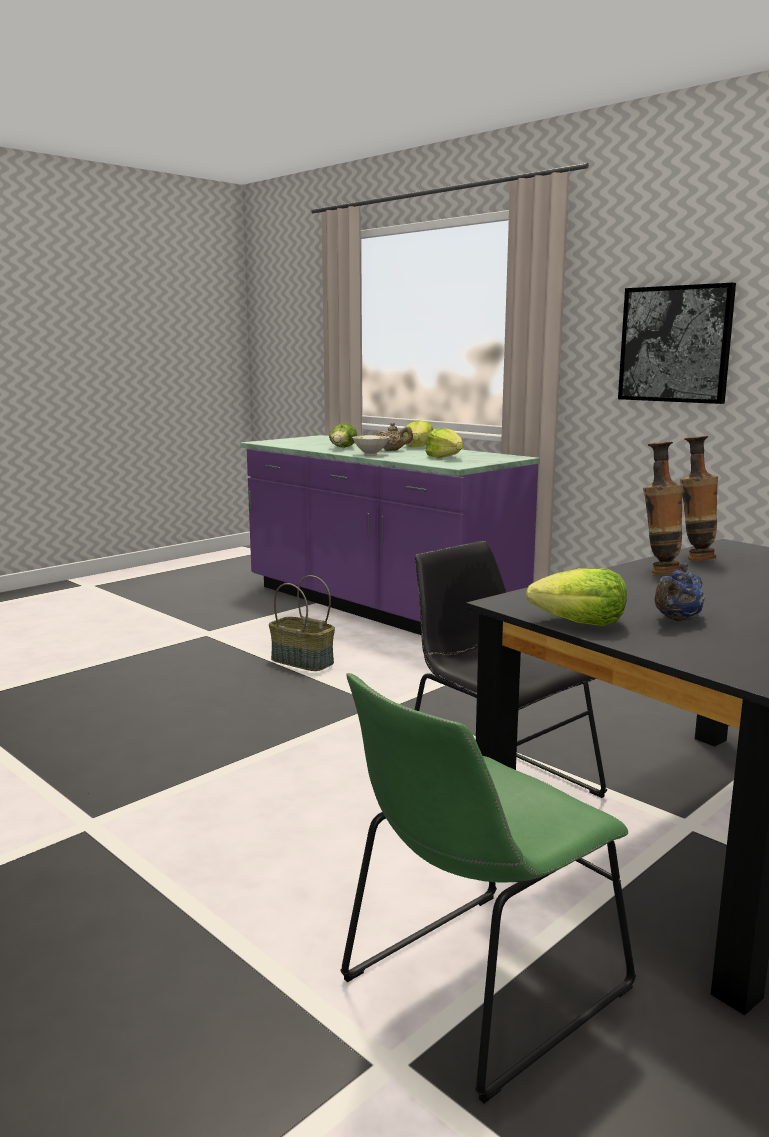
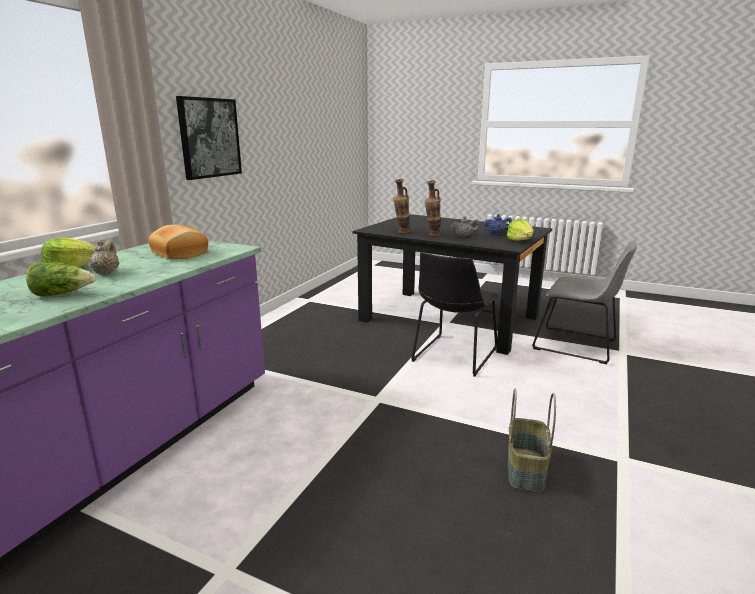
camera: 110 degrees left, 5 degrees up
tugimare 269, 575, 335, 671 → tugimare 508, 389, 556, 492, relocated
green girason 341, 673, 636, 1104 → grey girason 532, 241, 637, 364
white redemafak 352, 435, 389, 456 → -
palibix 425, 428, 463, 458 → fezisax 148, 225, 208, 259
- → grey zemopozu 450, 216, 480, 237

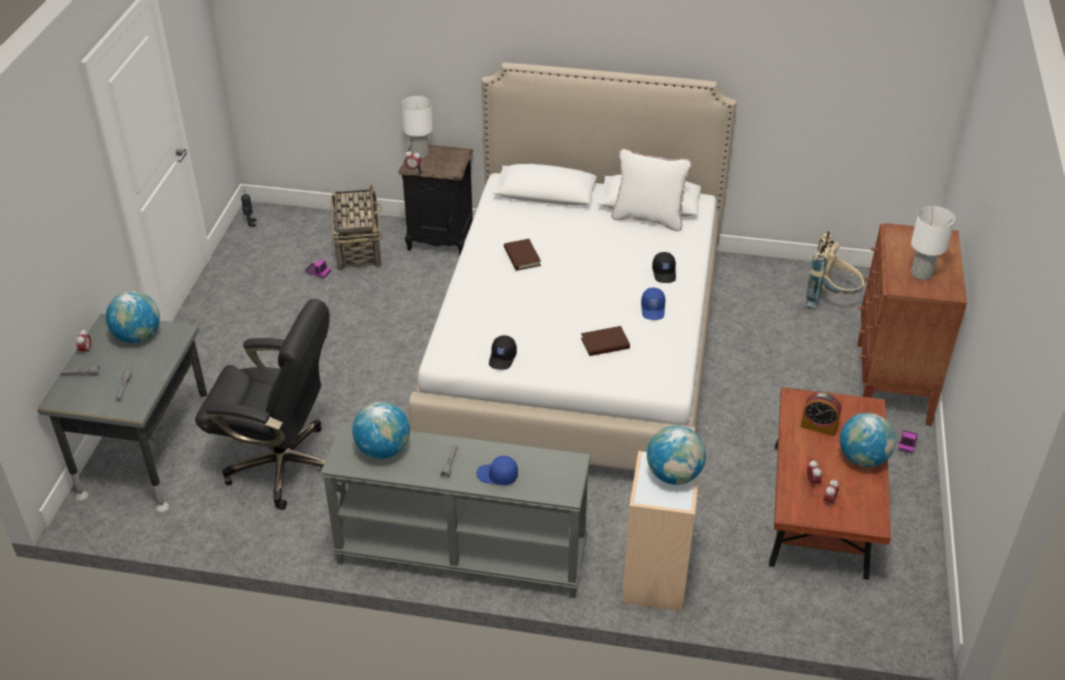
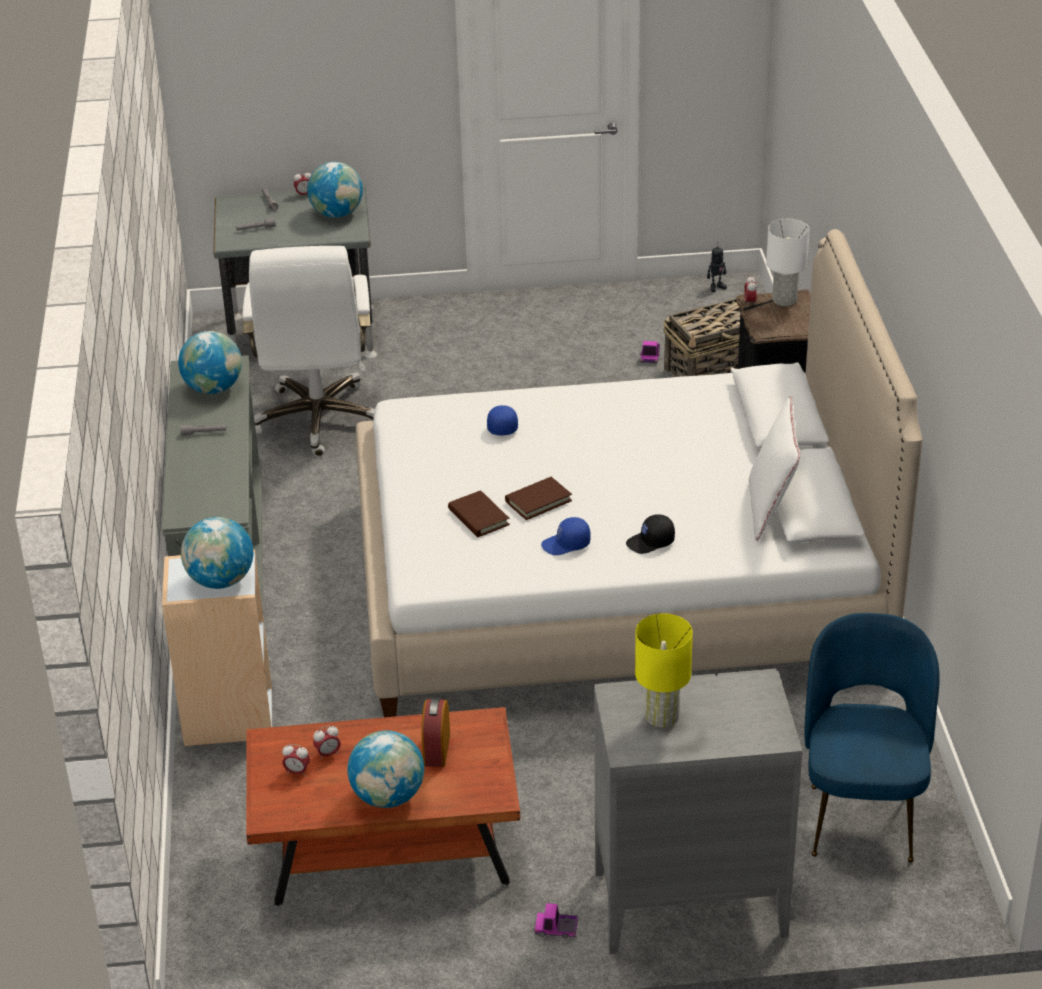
camera: 75 degrees right, 5 degrees down
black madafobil 195, 299, 330, 510 → white madafobil 242, 246, 375, 456
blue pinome 476, 456, 518, 485 → blue pinome 487, 405, 518, 435, relocated
black pinome 489, 335, 517, 370 → -
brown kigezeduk 504, 239, 541, 271 → brown kigezeduk 505, 477, 572, 520, relocated
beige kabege 804, 231, 865, 307 → blue girason 804, 613, 940, 863
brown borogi 857, 223, 967, 426 → grey borogi 594, 668, 802, 954
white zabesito 911, 206, 955, 280 → yellow zabesito 635, 613, 693, 728

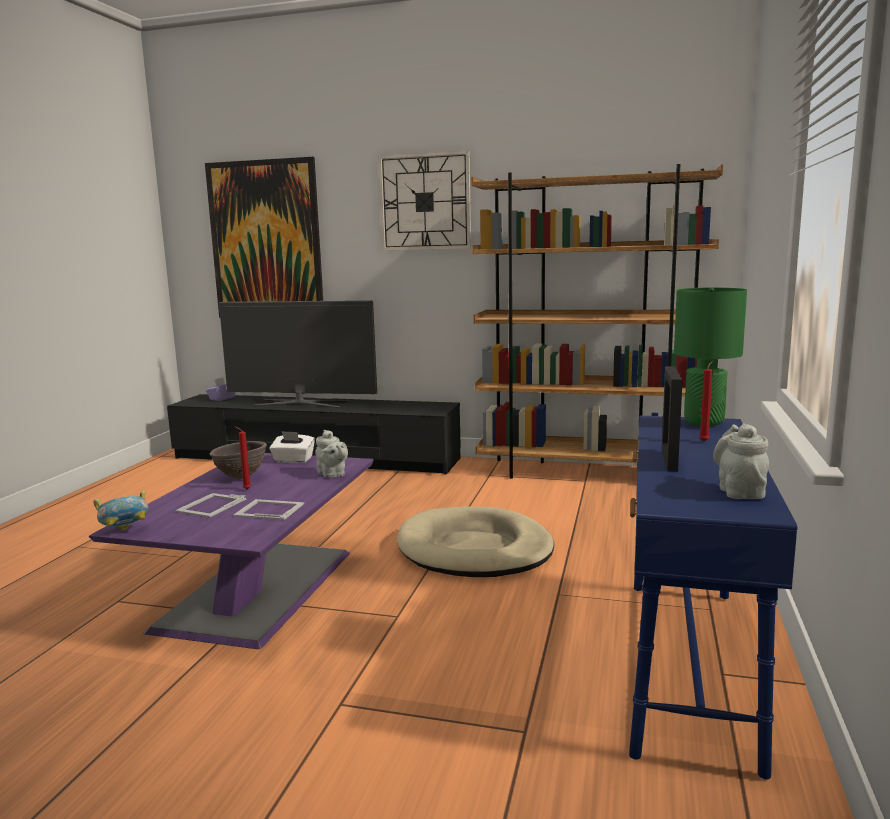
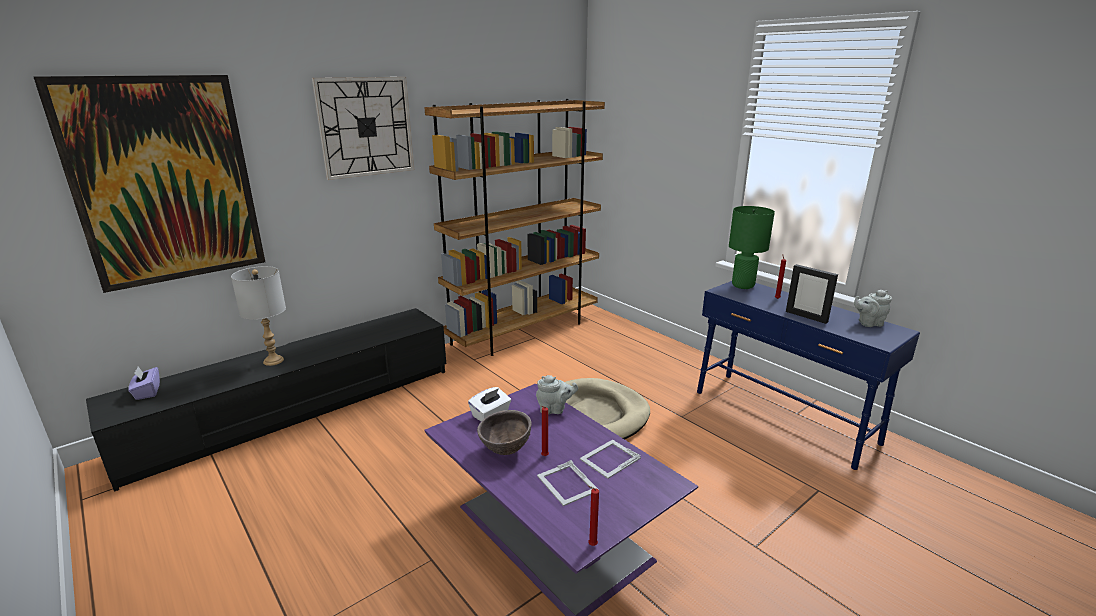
camera: 55 degrees left, 10 degrees up
redemafak 93, 491, 148, 531 → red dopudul 588, 485, 599, 546
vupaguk 219, 300, 377, 408 → grey zabesito 231, 266, 286, 366
grey zemopozu 713, 423, 769, 499 → grey zemopozu 854, 290, 892, 327, 45 degrees counterclockwise

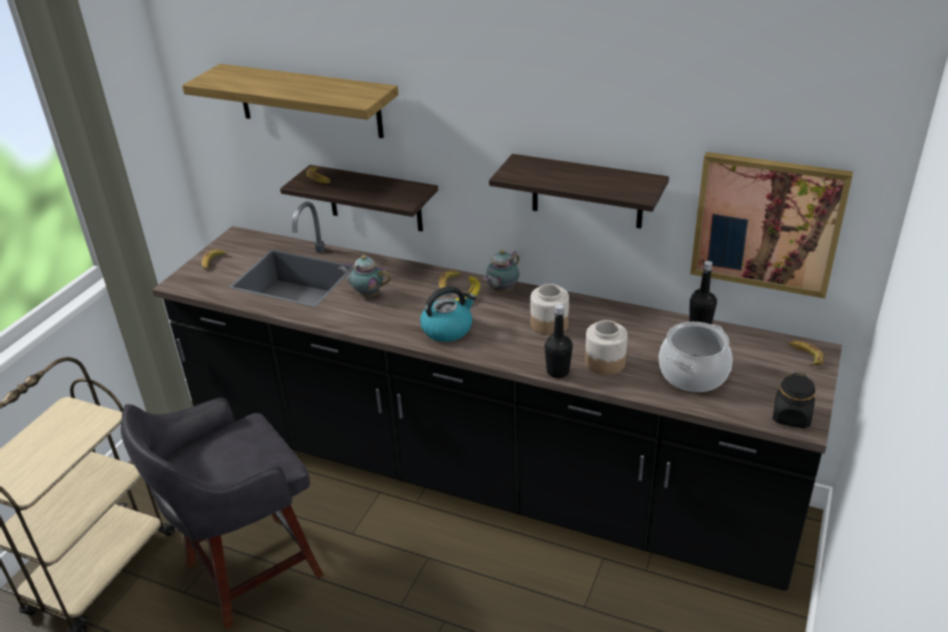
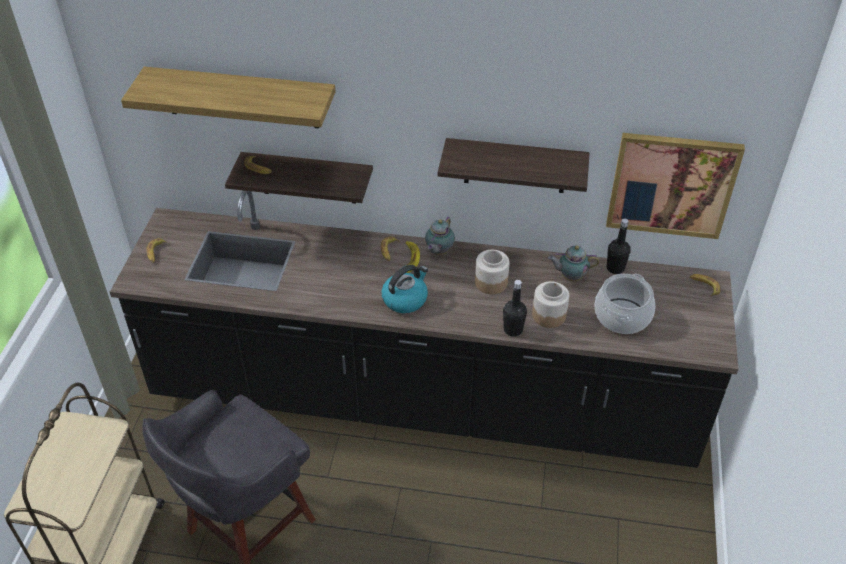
camera: 15 degrees left, 10 degrees up
zemopozu 339, 255, 391, 297 → zemopozu 548, 246, 600, 281, relocated
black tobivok 772, 373, 815, 428 → -

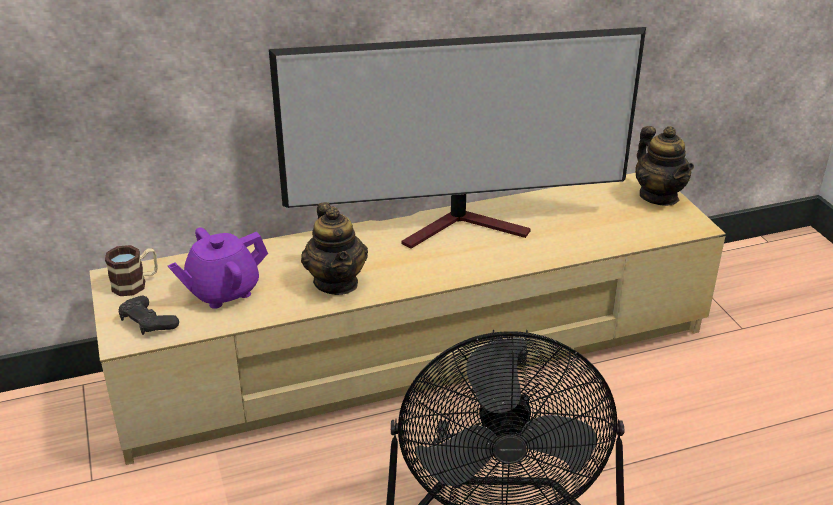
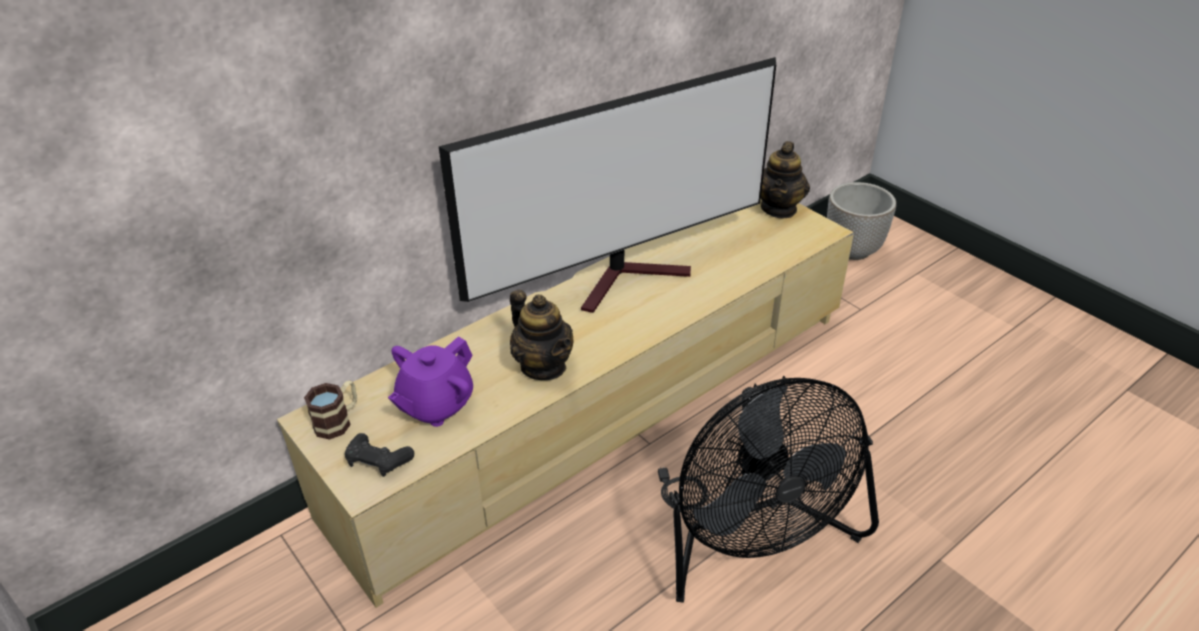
camera: 20 degrees left, 5 degrees up
zemopozu 635, 126, 694, 206 → zemopozu 761, 141, 810, 218, 60 degrees clockwise
- → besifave 827, 182, 896, 260

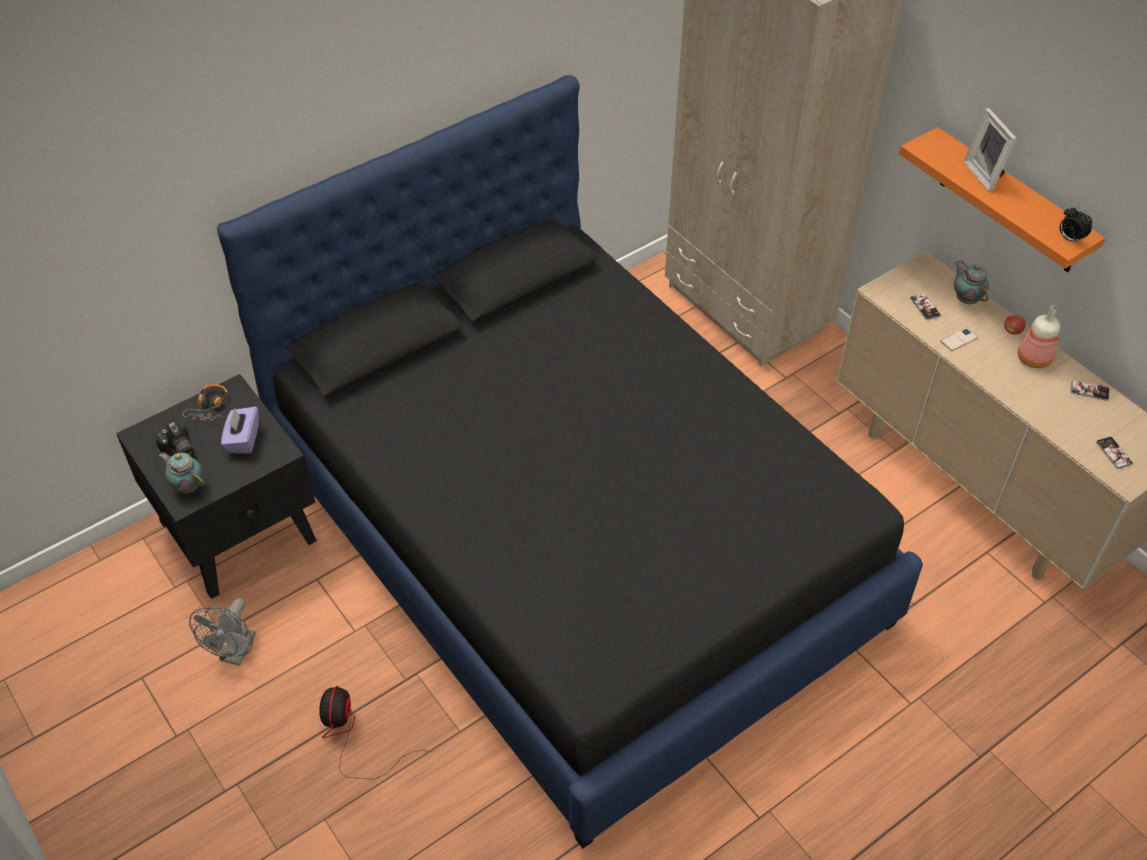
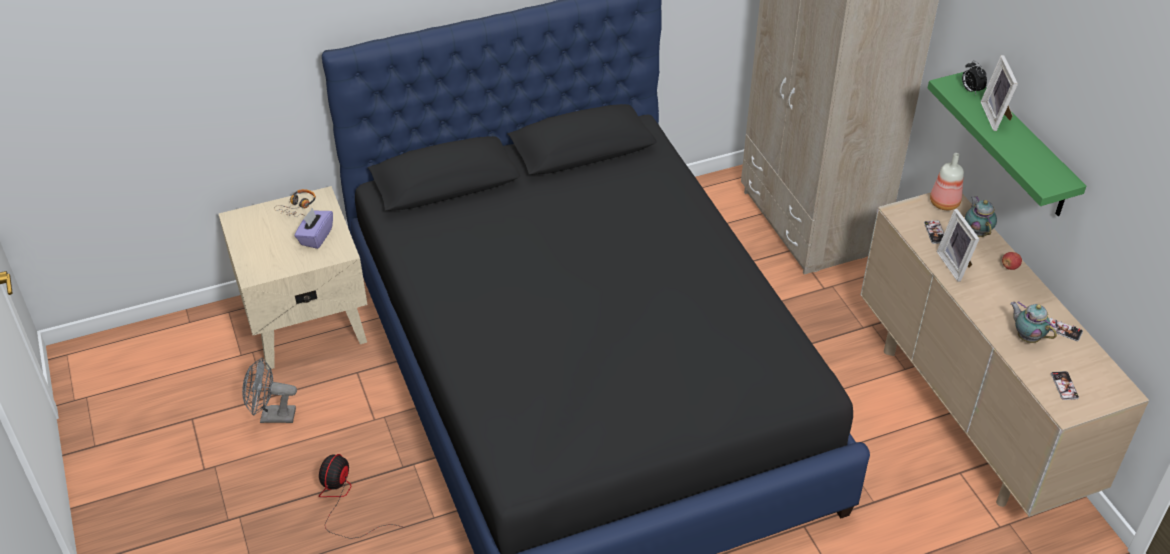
camera: 15 degrees right, 5 degrees down
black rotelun 116, 374, 317, 599 → beige rotelun 219, 186, 368, 370
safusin 155, 421, 194, 457 → -
zemopozu 159, 453, 204, 493 → zemopozu 1010, 301, 1057, 343, relocated
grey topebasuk 189, 598, 256, 665 → grey topebasuk 242, 358, 297, 423, 60 degrees clockwise
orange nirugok 899, 127, 1105, 272 → green nirugok 928, 72, 1086, 216
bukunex 941, 327, 978, 351 → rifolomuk 937, 209, 979, 282
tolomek 1018, 305, 1060, 368 → tolomek 930, 153, 964, 210, relocated
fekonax 1059, 206, 1092, 245 → fekonax 962, 60, 987, 94, relocated

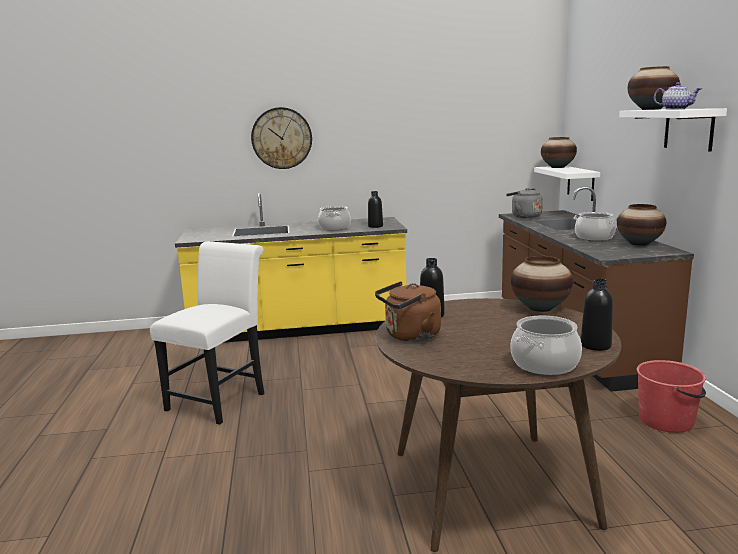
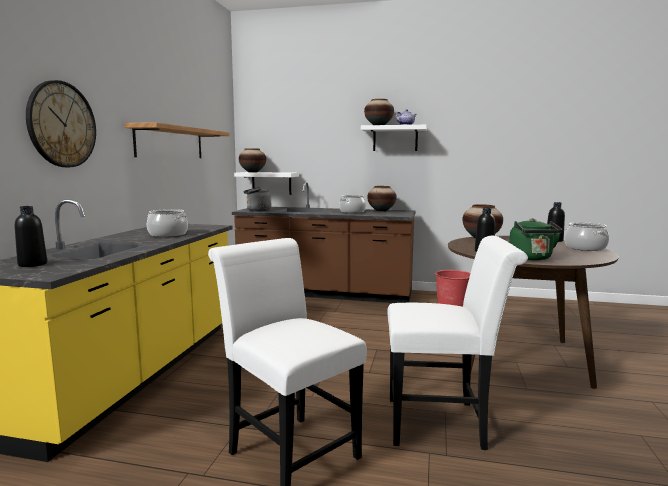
camera: 70 degrees left, 5 degrees down
black tolomek 368, 191, 383, 228 → black tolomek 15, 206, 47, 267, relocated
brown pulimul 375, 281, 441, 342 → green pulimul 509, 218, 562, 260
- → nirugok 124, 122, 230, 158
- → white girason 387, 236, 528, 450

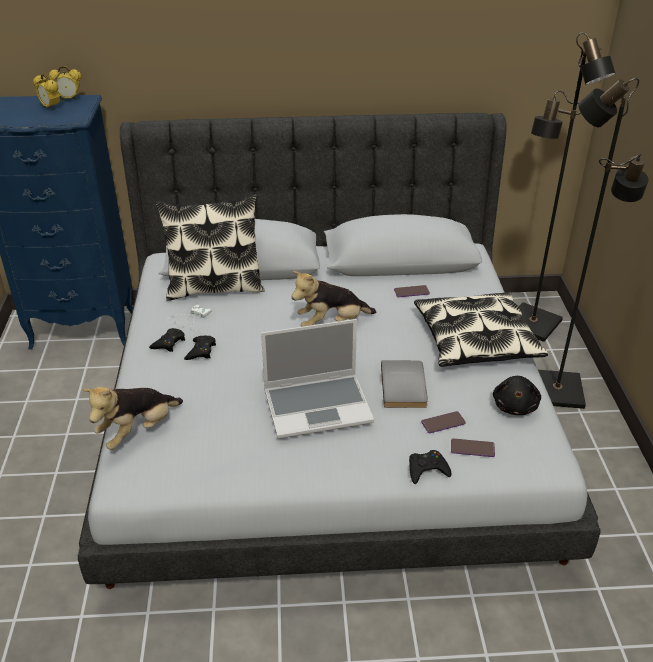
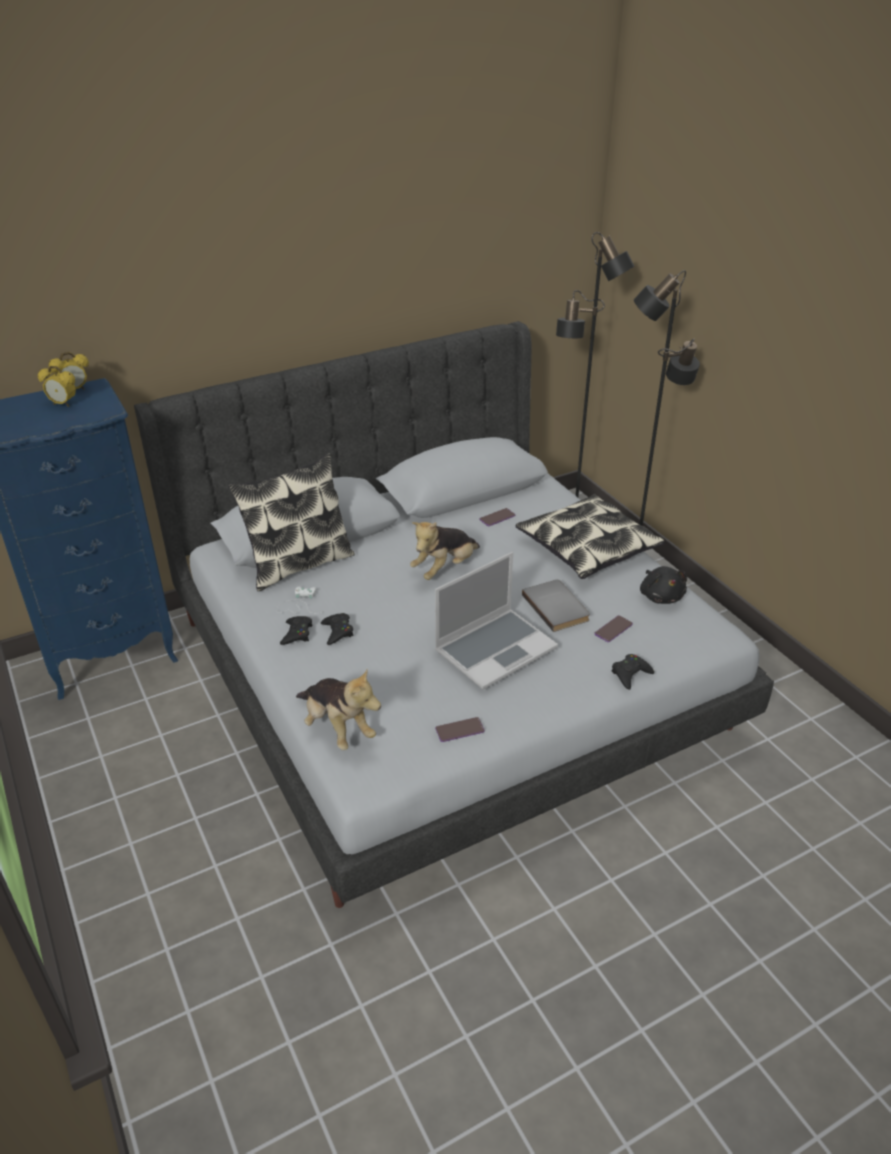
camera: 25 degrees left, 0 degrees up
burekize 82, 387, 183, 450 → burekize 296, 669, 381, 750, 60 degrees counterclockwise
bukunex 451, 439, 495, 457 → bukunex 435, 717, 485, 742, relocated

